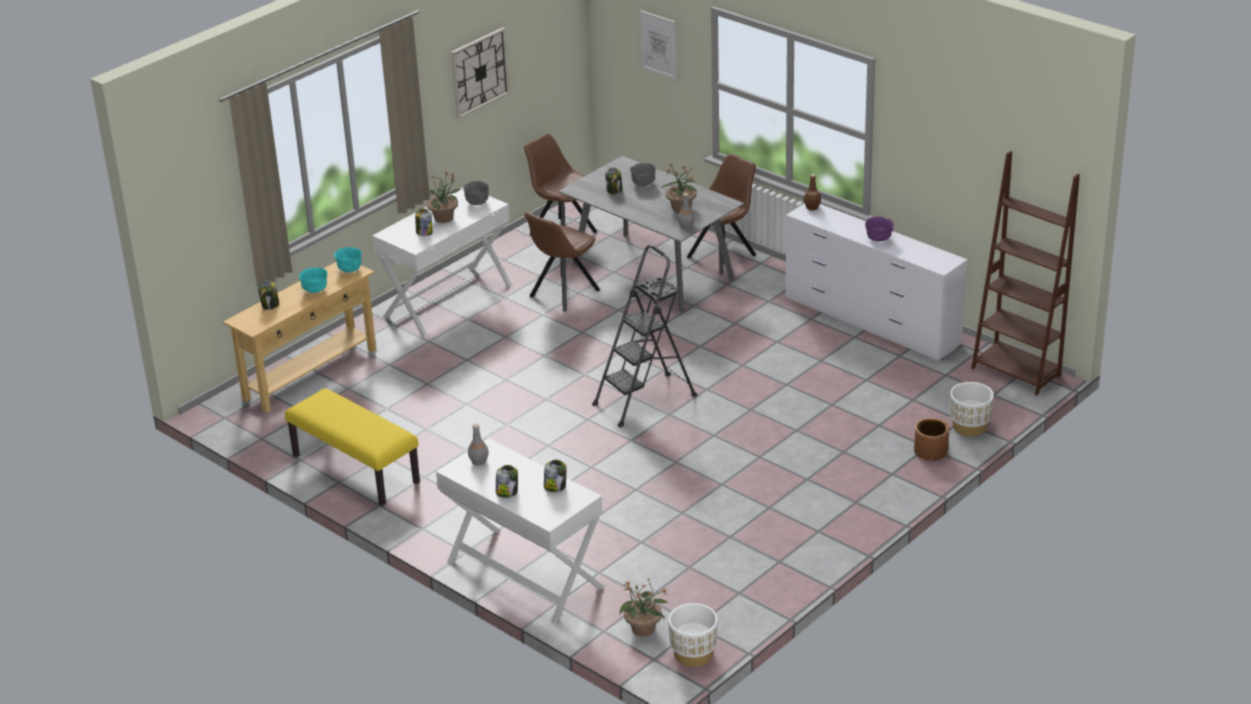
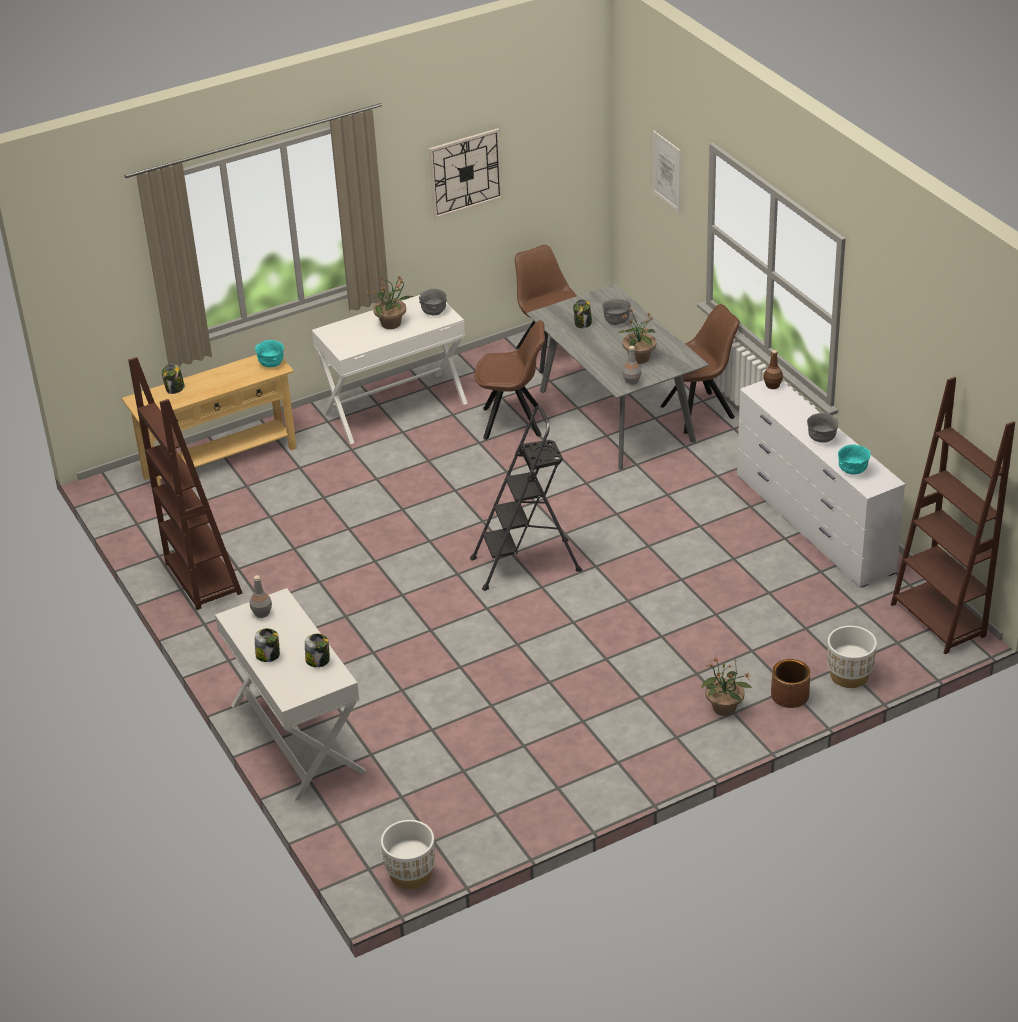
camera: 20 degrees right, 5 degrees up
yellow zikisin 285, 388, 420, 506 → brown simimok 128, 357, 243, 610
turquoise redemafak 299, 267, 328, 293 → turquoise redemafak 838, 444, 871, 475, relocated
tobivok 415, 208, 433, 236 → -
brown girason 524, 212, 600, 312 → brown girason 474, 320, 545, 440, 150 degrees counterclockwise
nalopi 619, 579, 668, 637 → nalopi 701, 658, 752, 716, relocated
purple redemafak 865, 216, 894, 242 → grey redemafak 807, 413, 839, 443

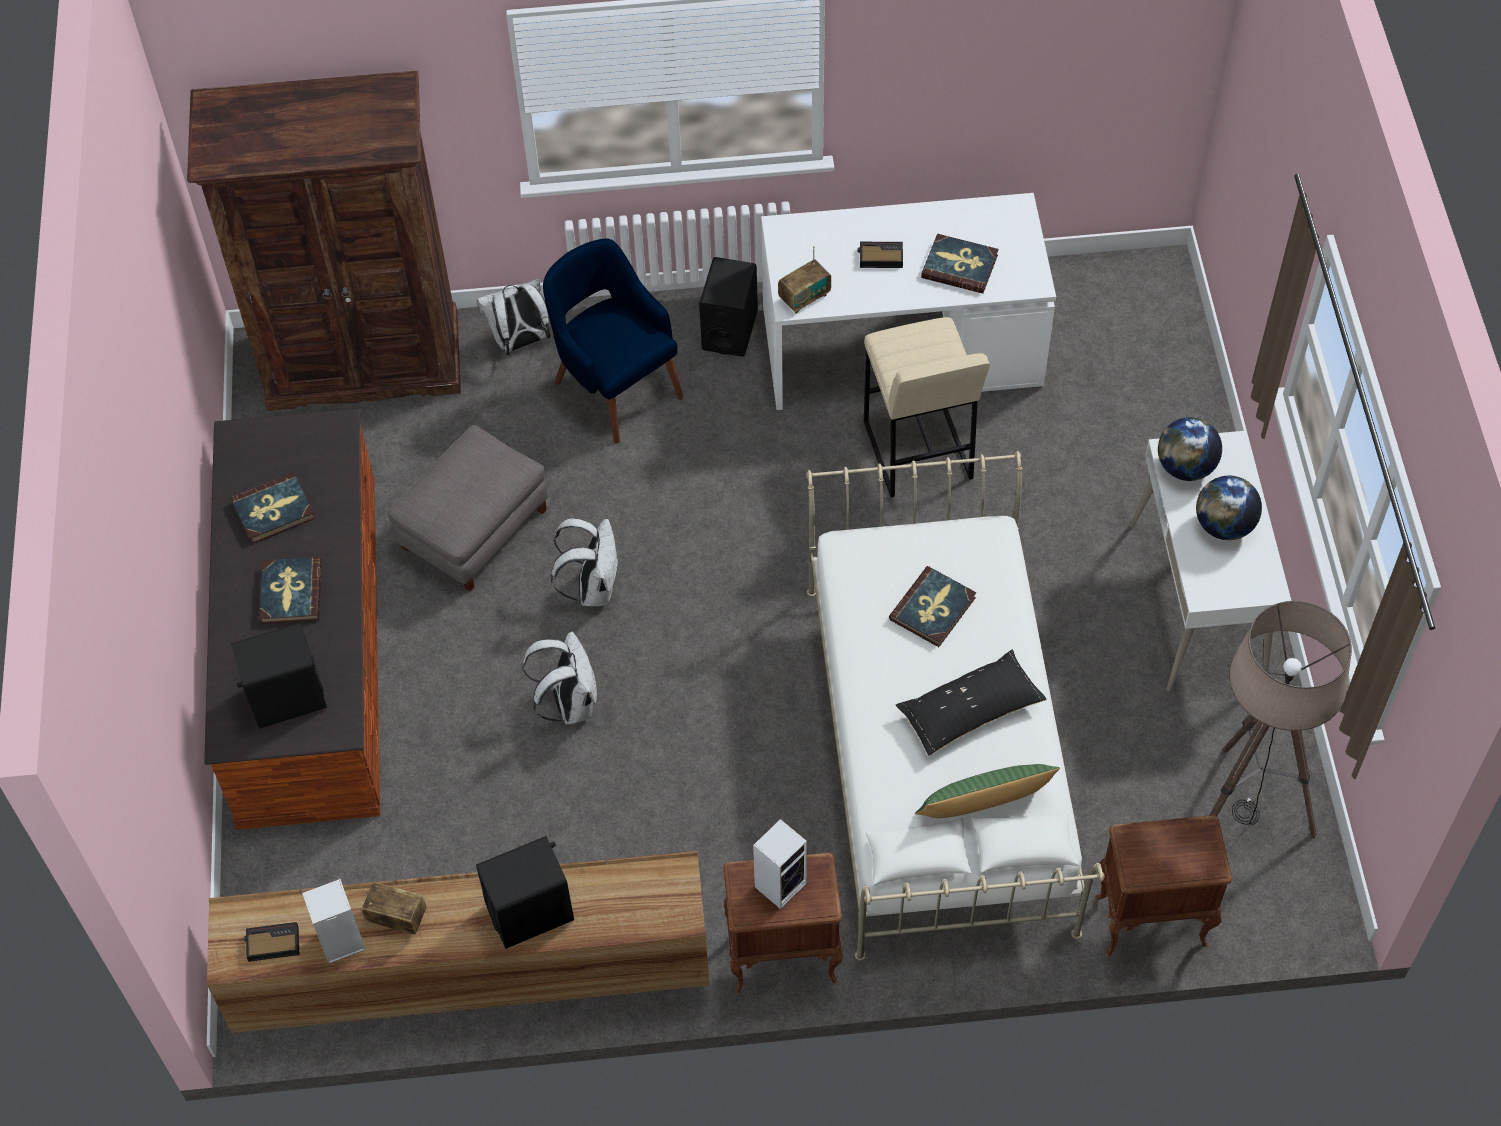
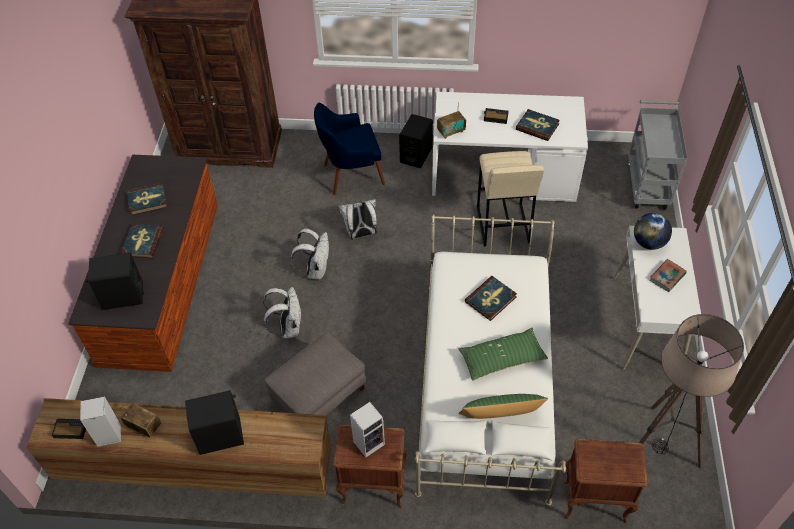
camera: 10 degrees right, 5 degrees down
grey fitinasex 387, 425, 548, 591 → grey fitinasex 265, 332, 366, 415, relocated
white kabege 477, 278, 550, 355 → white kabege 338, 199, 377, 240, relocated
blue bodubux 543, 238, 683, 444 → blue bodubux 314, 103, 385, 195, 75 degrees counterclockwise
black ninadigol 896, 650, 1046, 756 → green ninadigol 459, 328, 548, 381
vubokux 1196, 476, 1262, 540 → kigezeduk 650, 259, 687, 292
- → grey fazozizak 628, 100, 687, 210

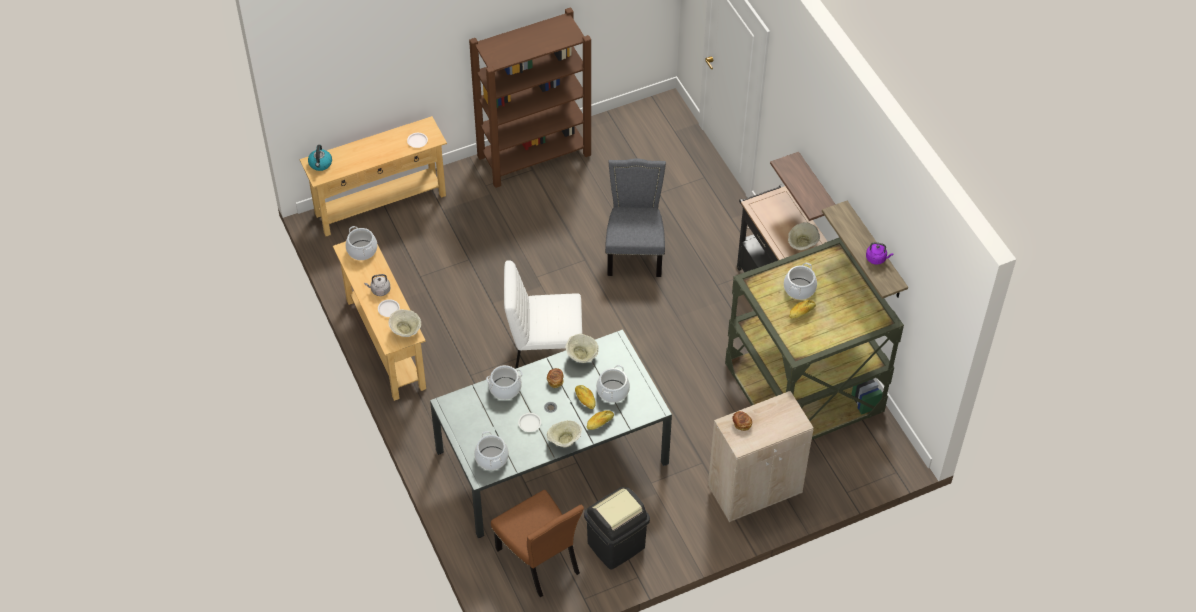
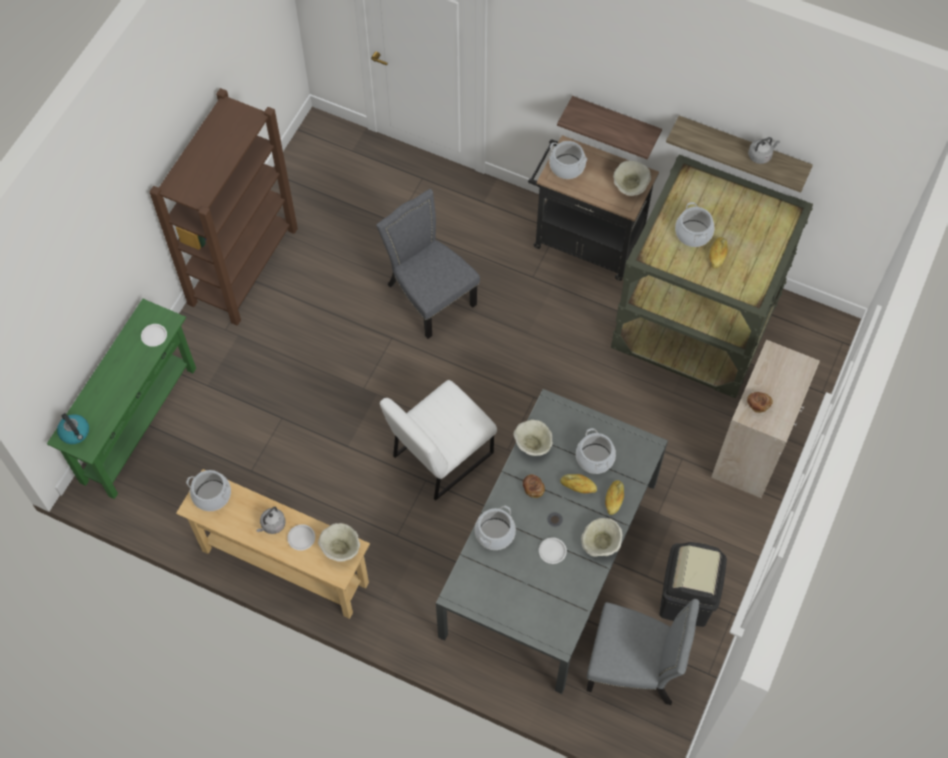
camera: 40 degrees left, 10 degrees up
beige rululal 299, 116, 447, 236 → green rululal 47, 299, 196, 499
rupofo 474, 431, 509, 470 → rupofo 549, 141, 587, 179, relocated
brown girason 491, 490, 584, 597 → grey girason 586, 599, 699, 705
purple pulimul 866, 242, 893, 265 → grey pulimul 748, 137, 780, 164

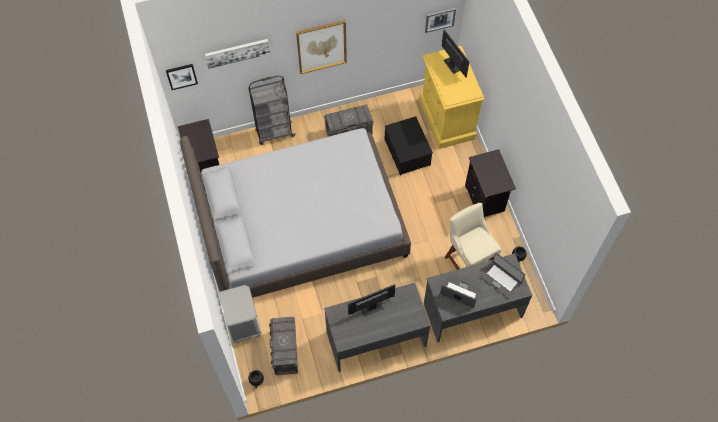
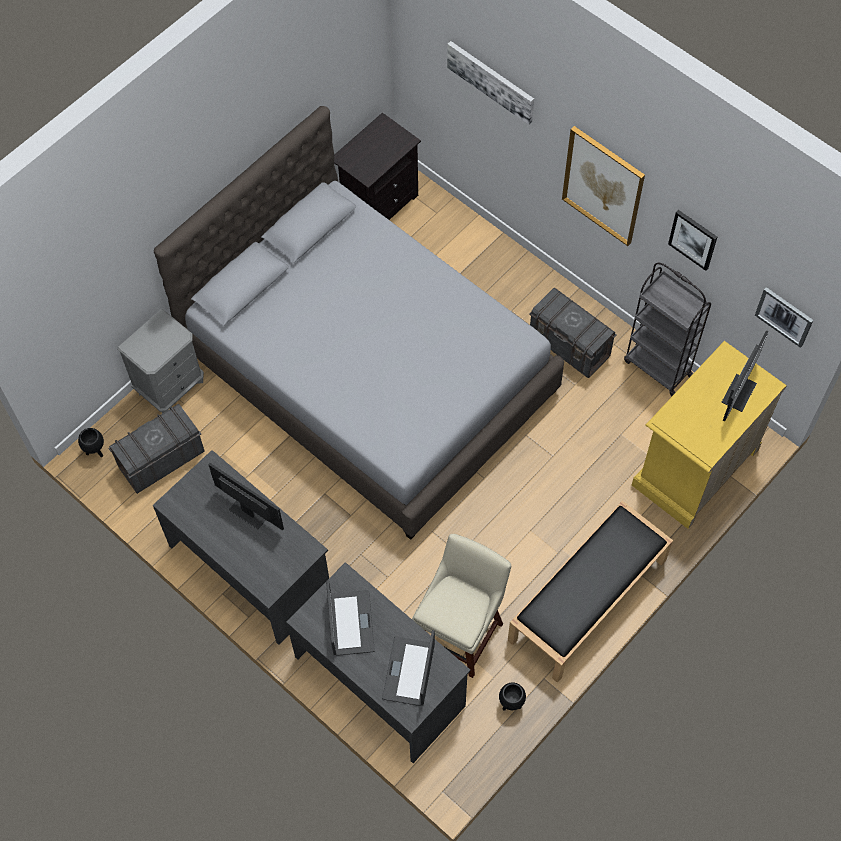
camera: 60 degrees right, 0 degrees up
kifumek 166, 64, 198, 90 → kifumek 668, 210, 717, 271, relocated
grey fazozizak 248, 76, 296, 145 → grey fazozizak 624, 263, 711, 396, relocated
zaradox 384, 116, 433, 175 → -
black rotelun 465, 149, 516, 217 → black zikisin 508, 501, 673, 683

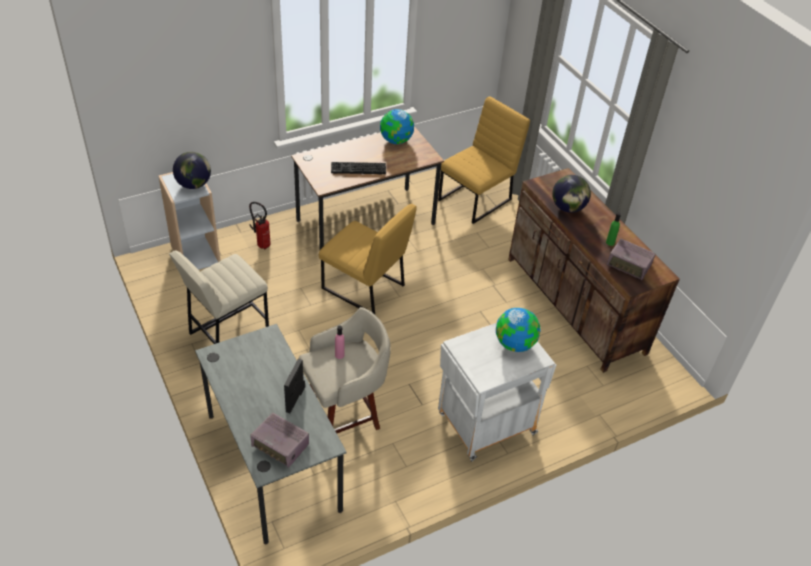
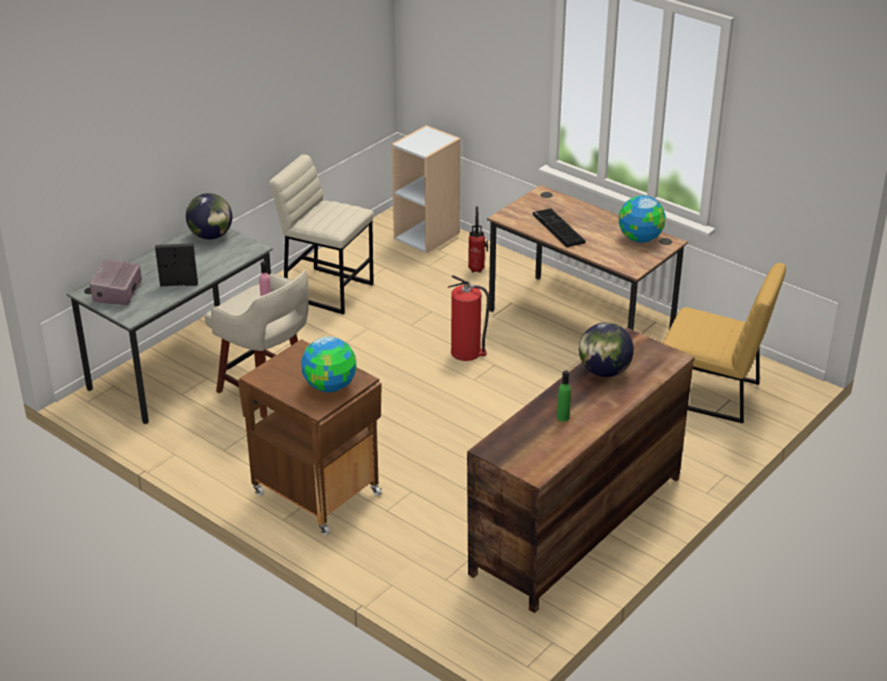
camera: 70 degrees right, 10 degrees down
vubokux 173, 152, 211, 189 → vubokux 186, 193, 232, 240, relocated
yellow girason 319, 204, 417, 314 → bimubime 448, 275, 490, 361
white fazozizak 438, 322, 556, 462 → brown fazozizak 238, 339, 382, 535
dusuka 607, 239, 656, 280 → -

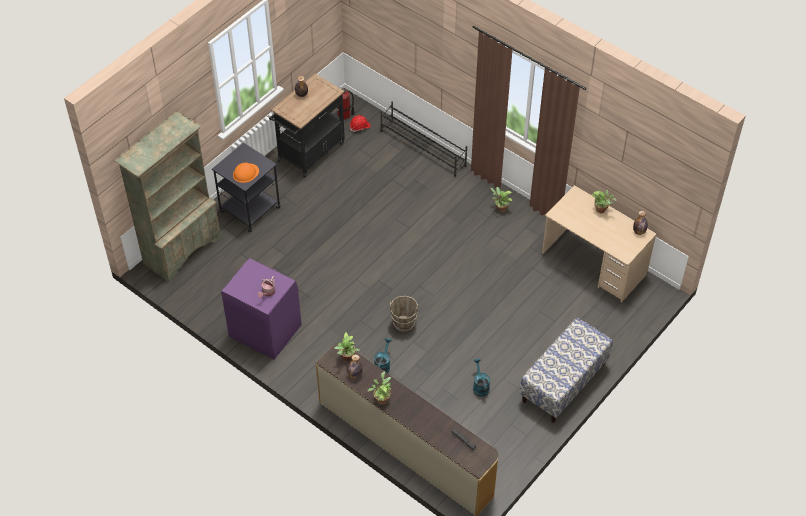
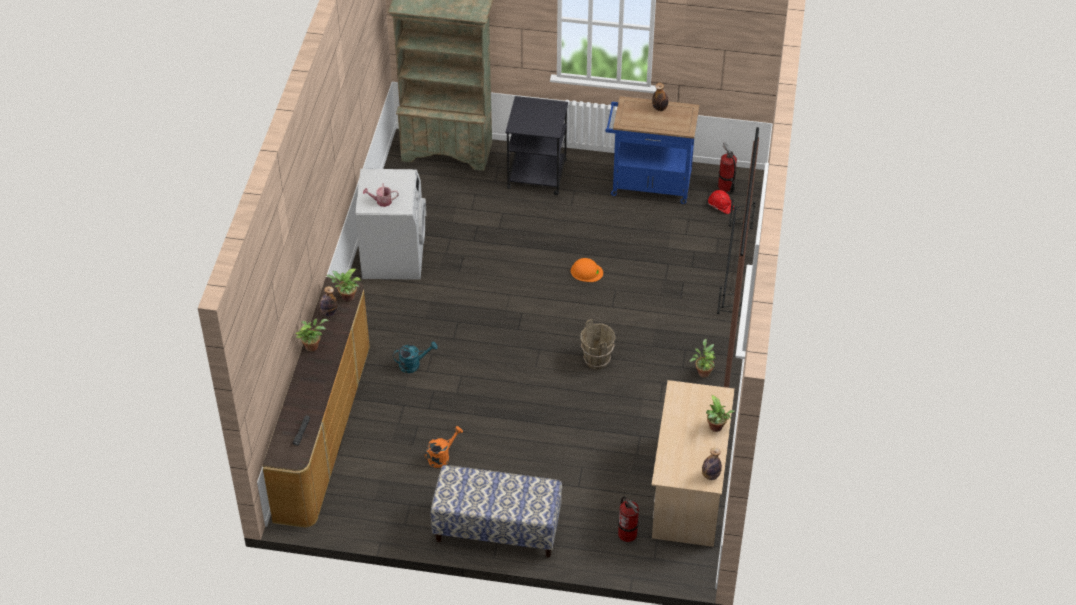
camera: 60 degrees right, 5 degrees down
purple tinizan 221, 258, 302, 360 → white tinizan 355, 169, 426, 280
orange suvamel 233, 163, 259, 183 → orange suvamel 571, 258, 603, 282, relocated
black fazozizak 269, 74, 345, 178 → blue fazozizak 605, 96, 699, 204
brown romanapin 390, 296, 419, 332 → brown romanapin 580, 319, 616, 370, relocated
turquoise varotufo 473, 358, 490, 397 → orange varotufo 425, 426, 463, 468
- → bimubime 618, 496, 639, 542

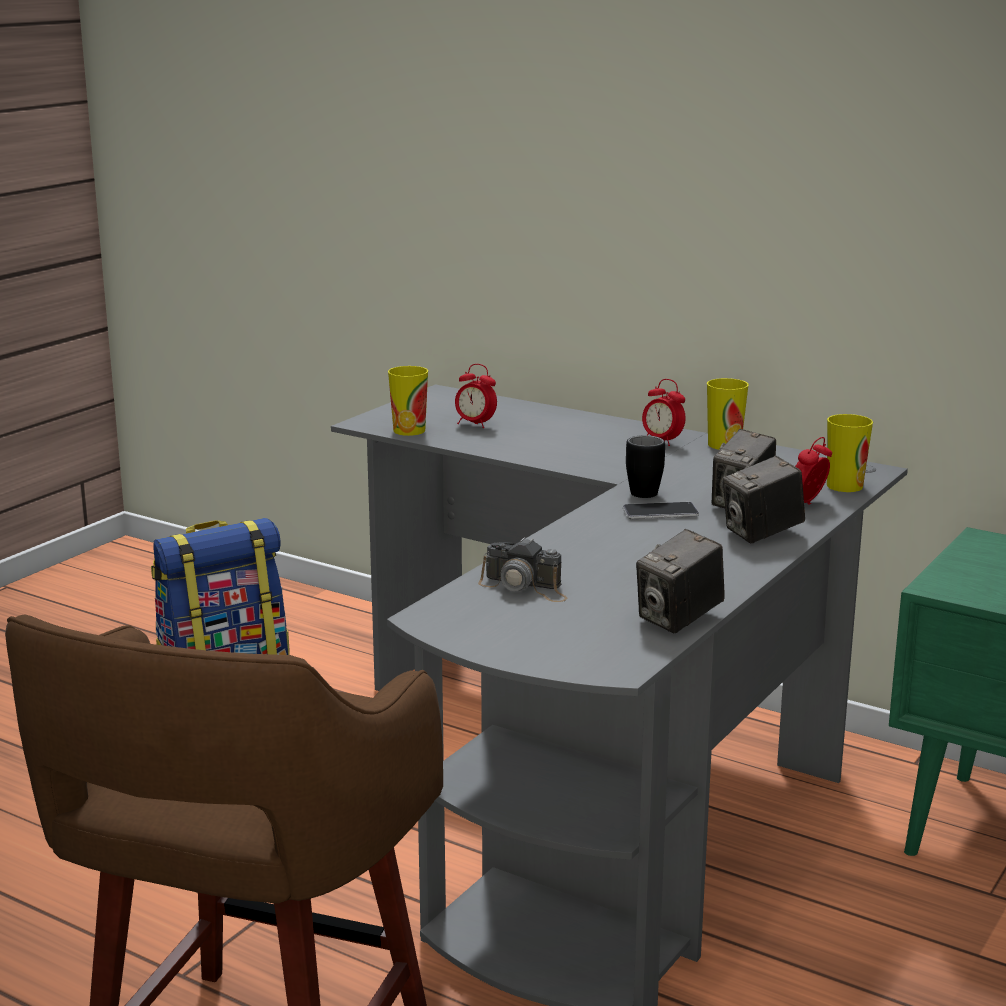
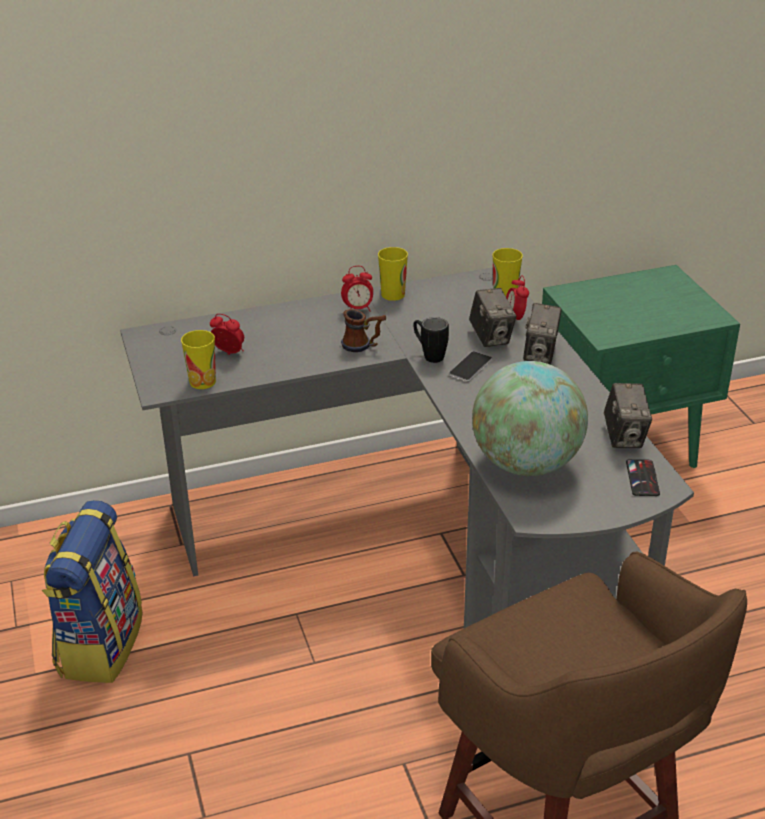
camera: 50 degrees left, 15 degrees up
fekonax 455, 364, 497, 428 → fekonax 210, 314, 244, 355, 135 degrees counterclockwise
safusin 478, 537, 567, 602 → vubokux 472, 361, 588, 476
- → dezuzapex 341, 309, 386, 352
- → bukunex 626, 459, 660, 496

